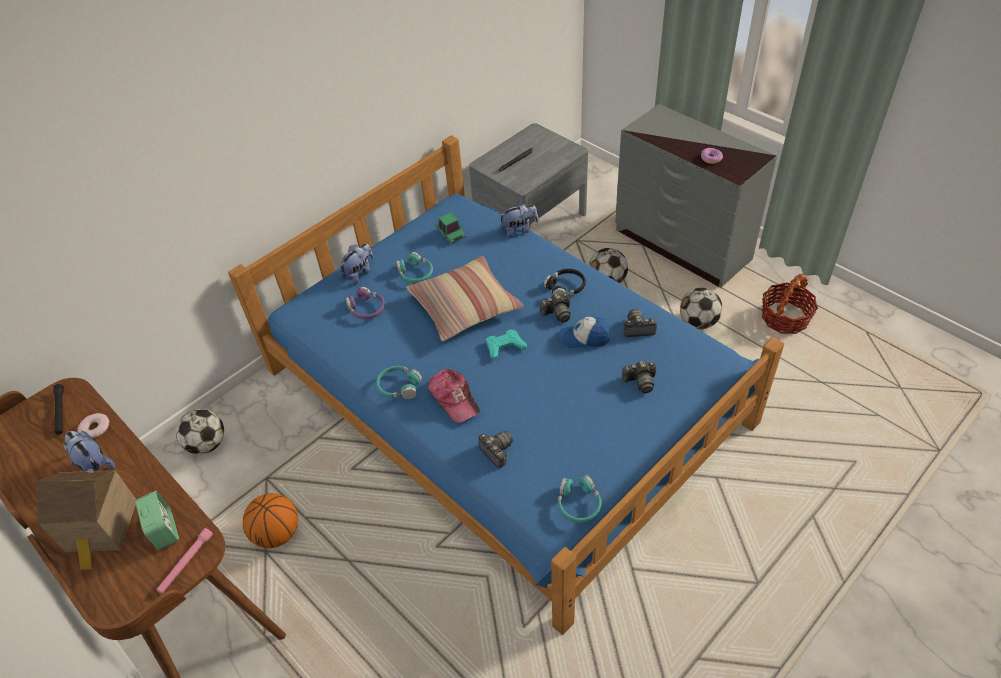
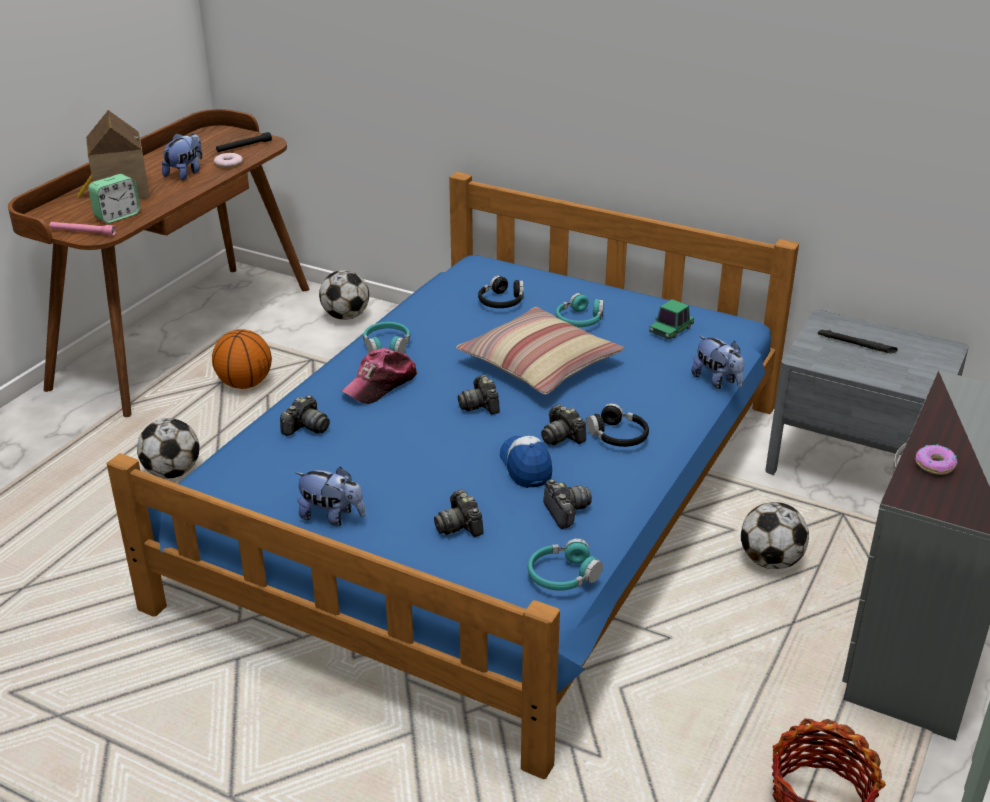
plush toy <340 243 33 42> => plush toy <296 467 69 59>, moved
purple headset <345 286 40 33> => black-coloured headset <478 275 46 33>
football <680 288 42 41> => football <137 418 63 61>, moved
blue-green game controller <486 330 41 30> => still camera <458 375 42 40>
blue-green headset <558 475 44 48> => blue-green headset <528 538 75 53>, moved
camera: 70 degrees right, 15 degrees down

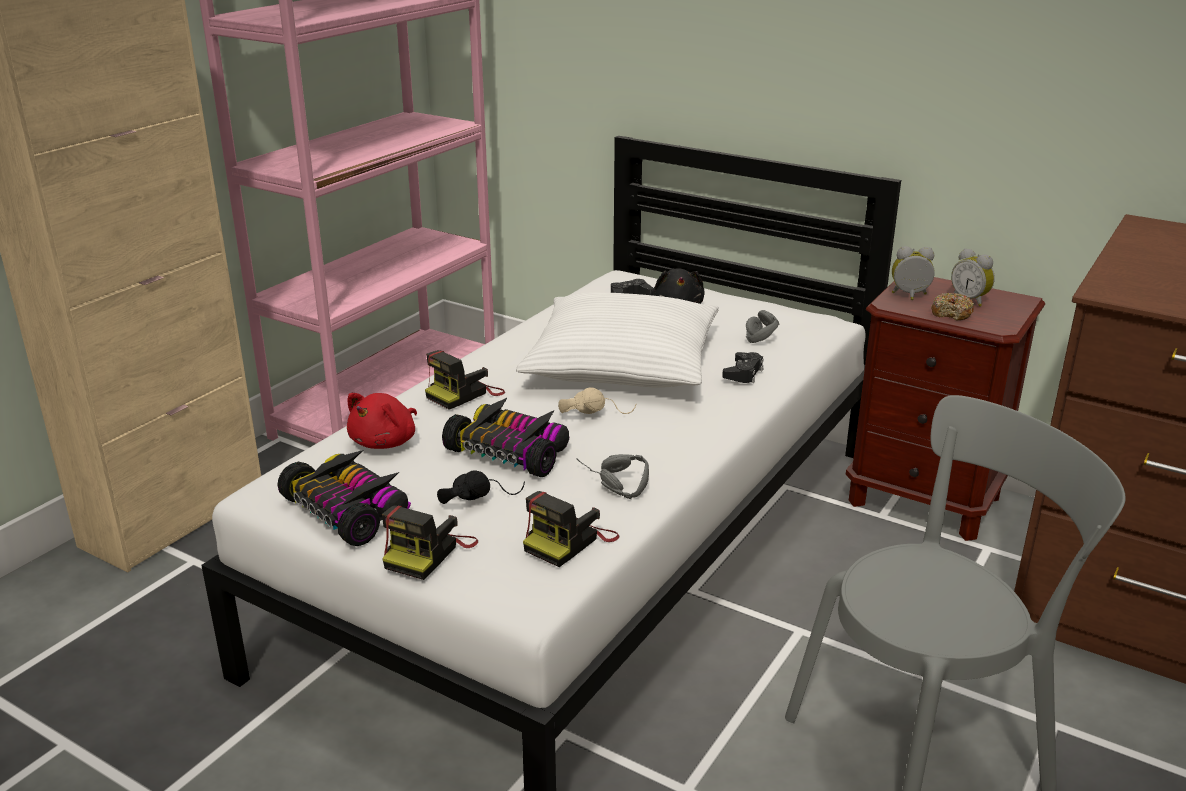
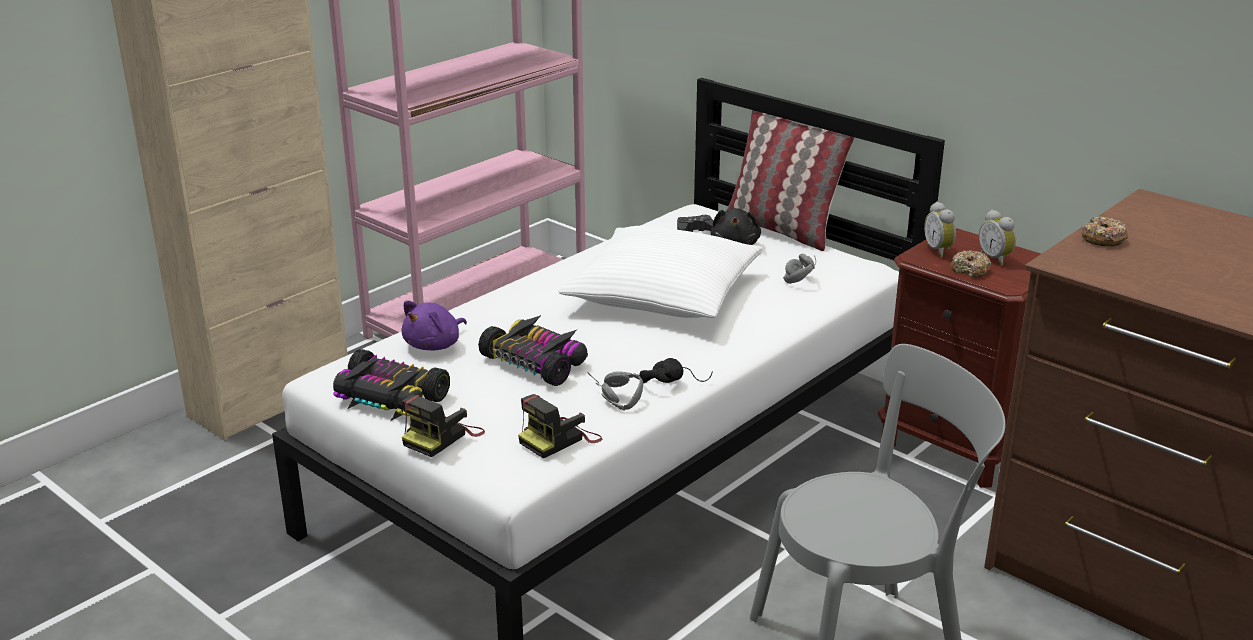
alarm clock <892 246 43 54> => alarm clock <924 202 32 55>, 120 degrees counterclockwise
still camera <425 350 80 60> => nothing
black-coloured game controller <722 352 42 31> => nothing
beige headset <558 387 78 27> => nothing
red plush toy <347 393 70 56> => purple plush toy <401 300 66 50>
model car <277 450 134 96> => model car <333 349 117 72>, 150 degrees clockwise
black-coloured headset <437 470 88 34> => black-coloured headset <639 358 73 25>, moved
nothing => throw pillow <726 110 129 141>
nothing => ring doughnut <1081 217 47 30>
camera: 10 degrees right, 0 degrees up

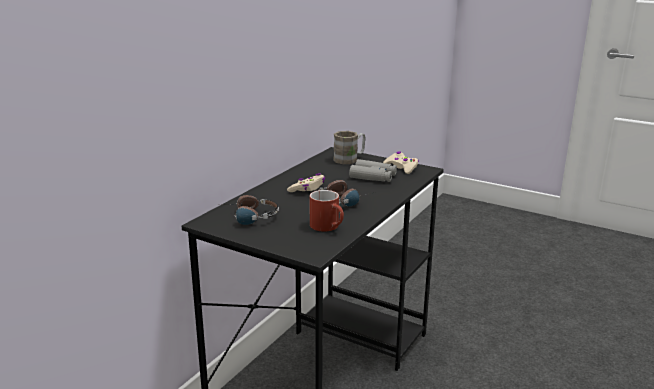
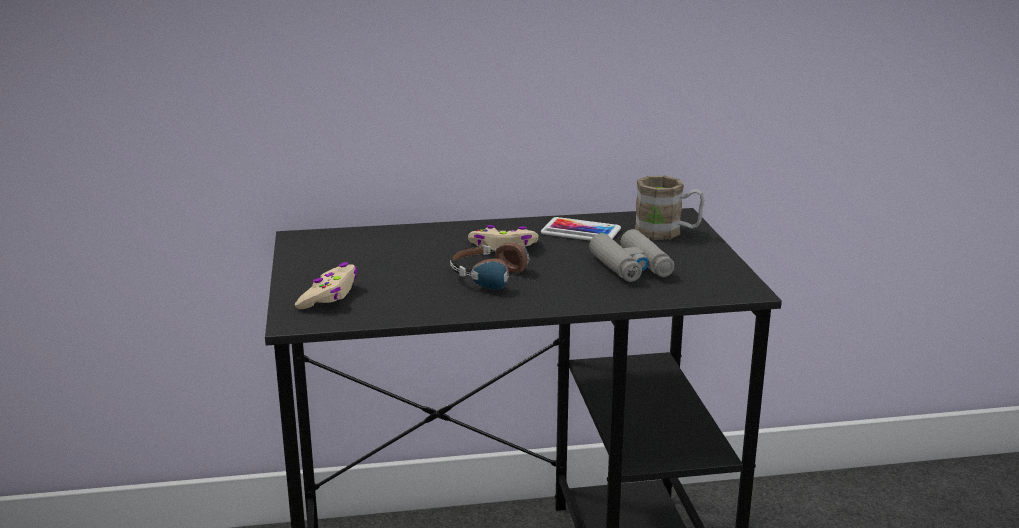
beige game controller <383 151 36 23> => beige game controller <295 262 62 47>, moved
red tea mug <310 190 34 42> => nothing
headset <223 195 56 30> => nothing
nothing => phone <541 217 80 24>
camera: 50 degrees right, 0 degrees up

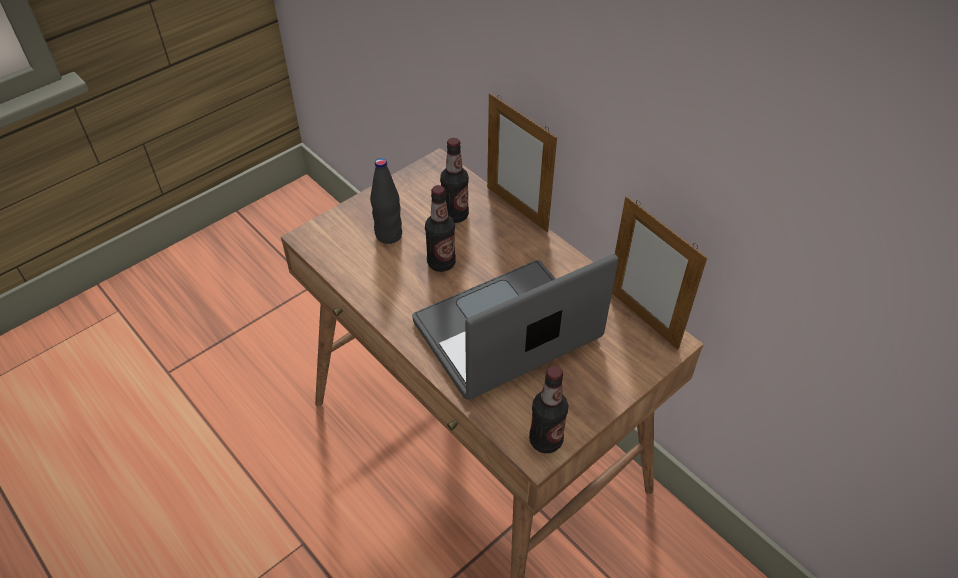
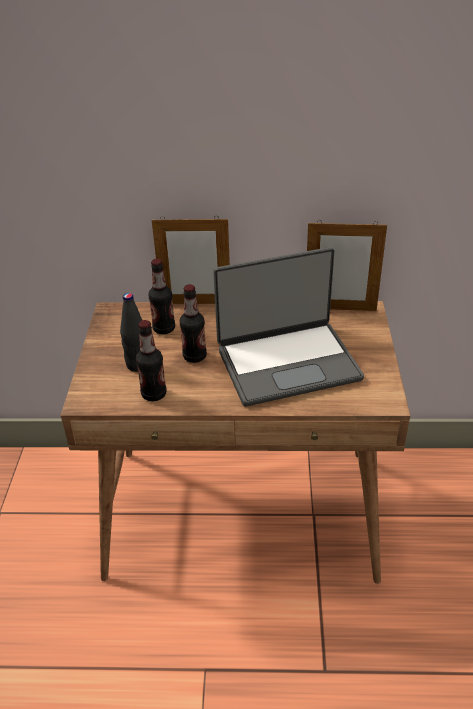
notebook computer <412 254 206 146> => notebook computer <213 247 151 159>, 120 degrees counterclockwise
drink bottle <529 366 39 87> => drink bottle <136 320 31 81>, moved
camera: 45 degrees left, 10 degrees down

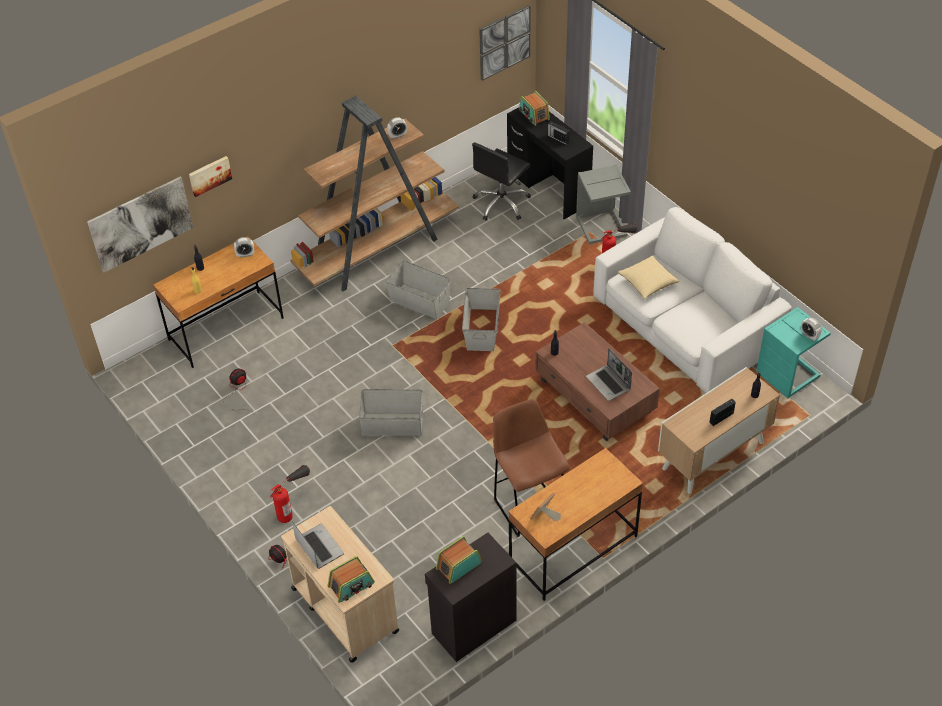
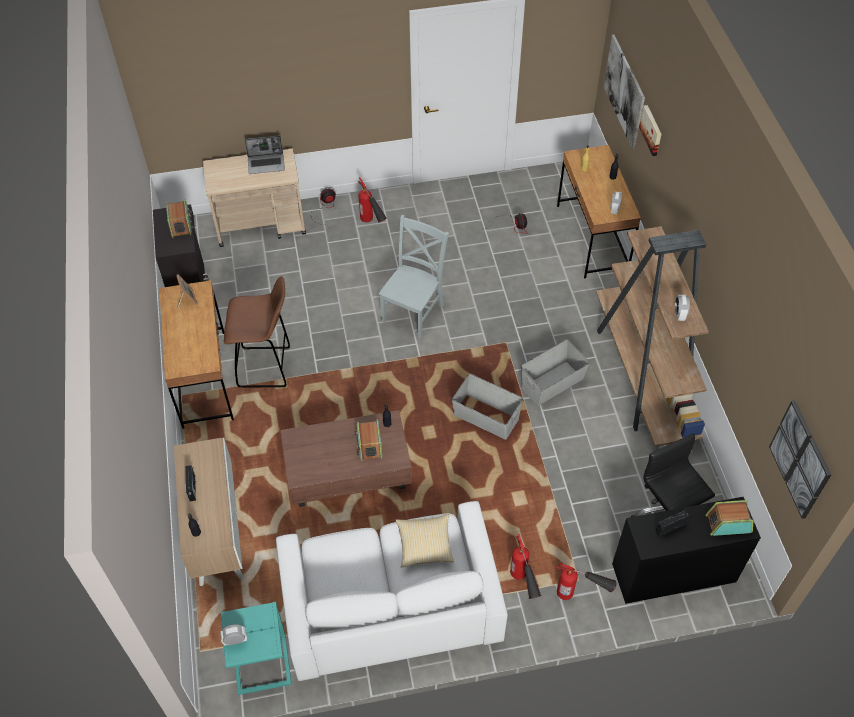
grey accent table <576 164 55 80> => fire extinguisher <555 563 62 37>
notebook computer <586 348 46 53> => nothing
grey storage container <359 389 64 47> => grey upright chair <379 215 70 123>
radio <328 556 47 47> => radio <354 419 28 42>, moved
camera: 115 degrees right, 5 degrees up

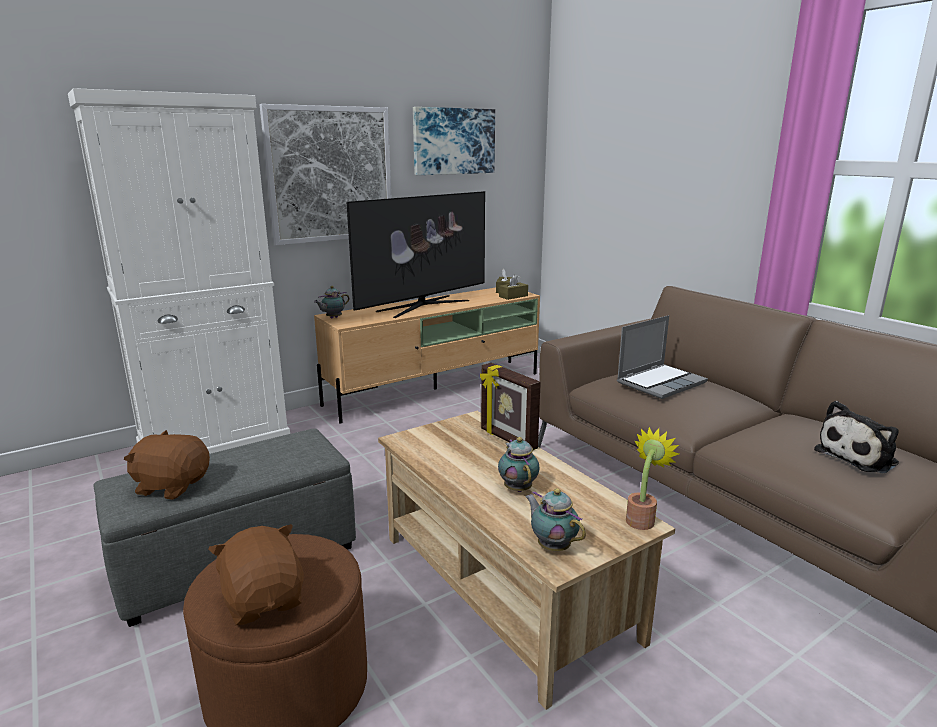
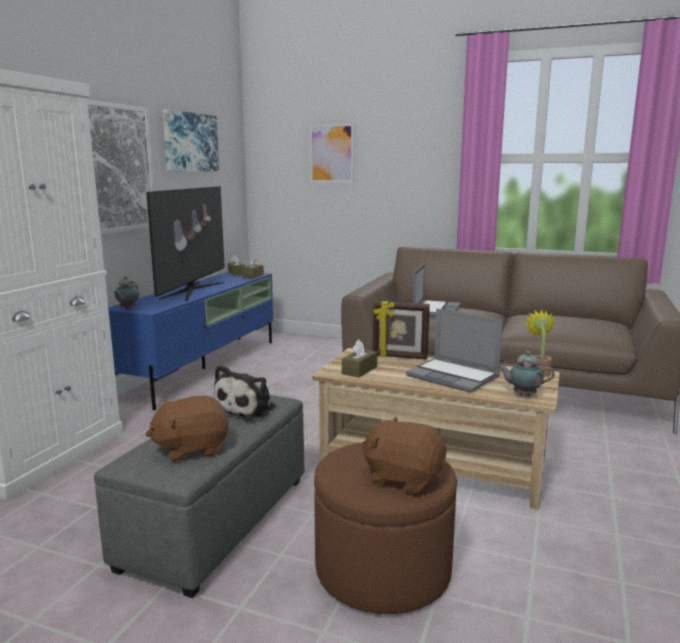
beige tv unit <314 288 226 136> => blue-coloured tv unit <108 272 165 138>
plush toy <814 401 85 73> => plush toy <214 365 62 55>, moved
teapot <498 437 42 55> => notebook computer <406 309 97 84>
nothing => wall art <309 123 45 60>
nothing => brown-coloured tissue box <342 339 35 39>
camera: 35 degrees left, 5 degrees down

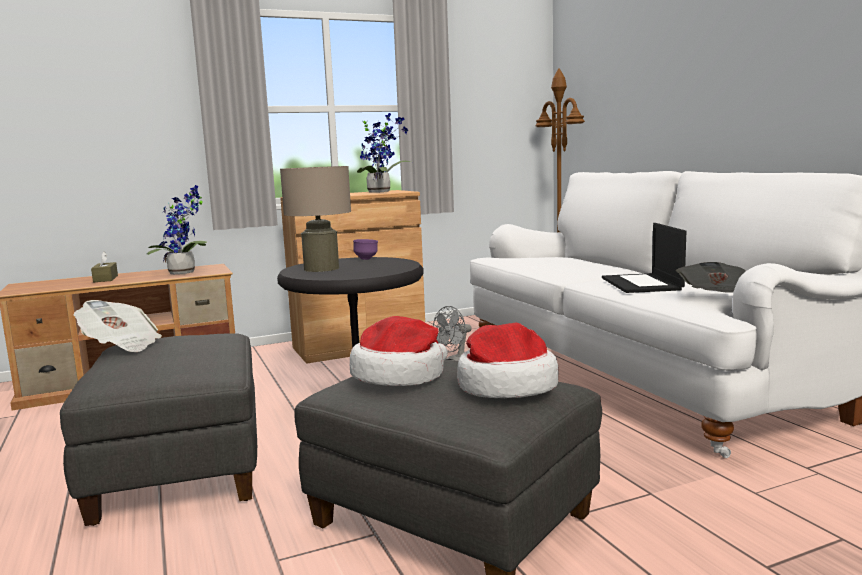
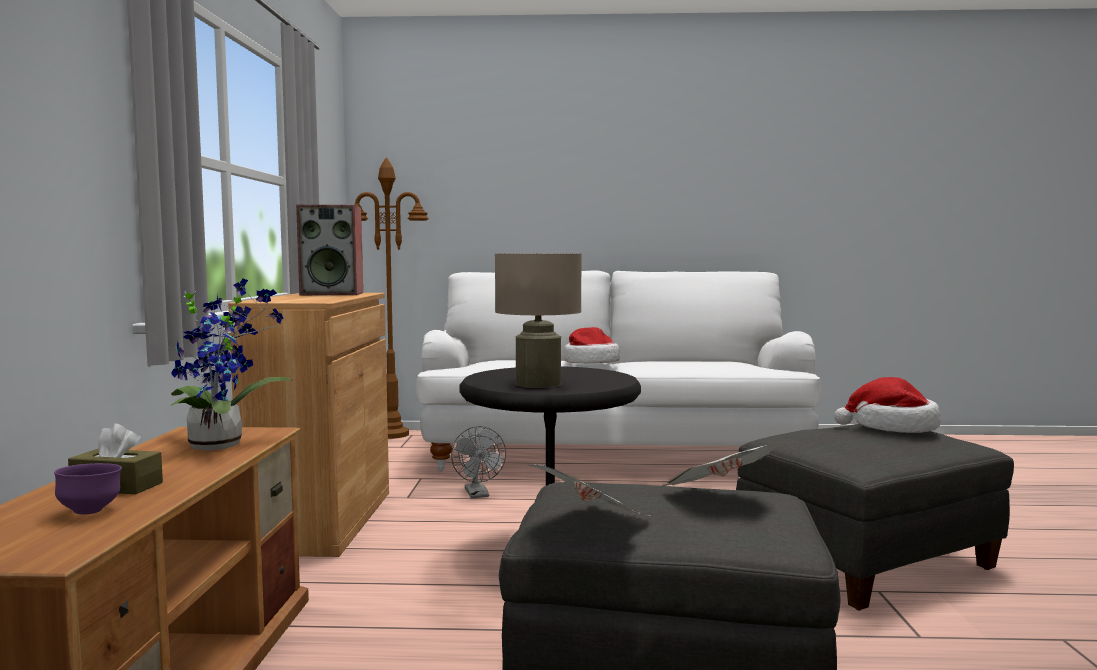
plant in a pot <357 113 54 79> => speaker <296 205 67 90>
notebook computer <602 223 84 70> => nothing
purple deep dish <353 239 25 21> => purple deep dish <54 463 68 51>, moved
newspaper <676 262 70 31> => newspaper <662 445 115 41>, moved
clothing hat <350 316 98 70> => clothing hat <564 327 56 37>, moved
camera: 65 degrees left, 5 degrees down

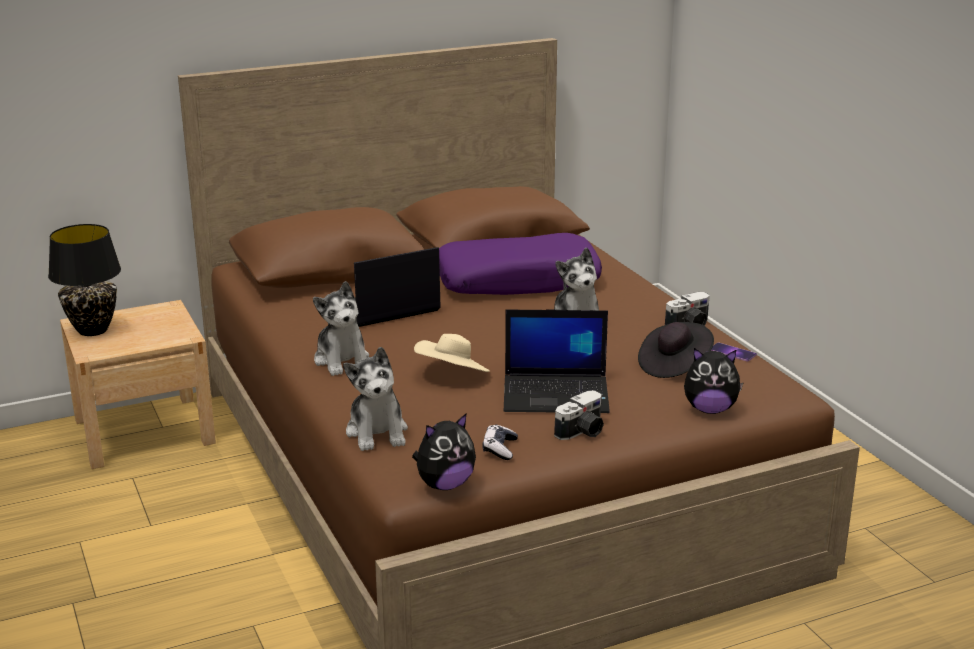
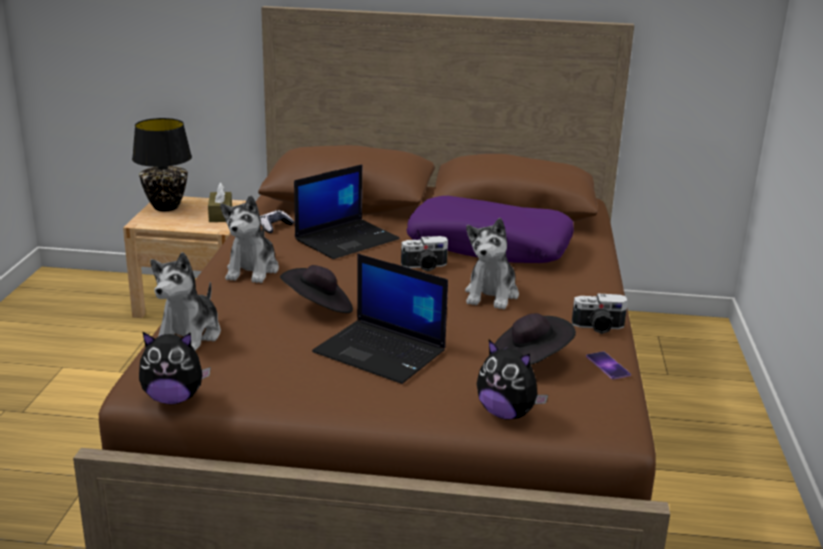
notebook computer <354 247 87 80> => notebook computer <294 164 106 95>, 135 degrees clockwise
beige clothing hat <414 334 76 38> => black-coloured clothing hat <280 265 73 48>
still camera <554 391 50 49> => still camera <401 236 47 36>, moved
game controller <482 424 36 36> => game controller <260 210 34 23>, moved
nothing => brown-coloured tissue box <208 183 24 39>
camera: 30 degrees right, 0 degrees up

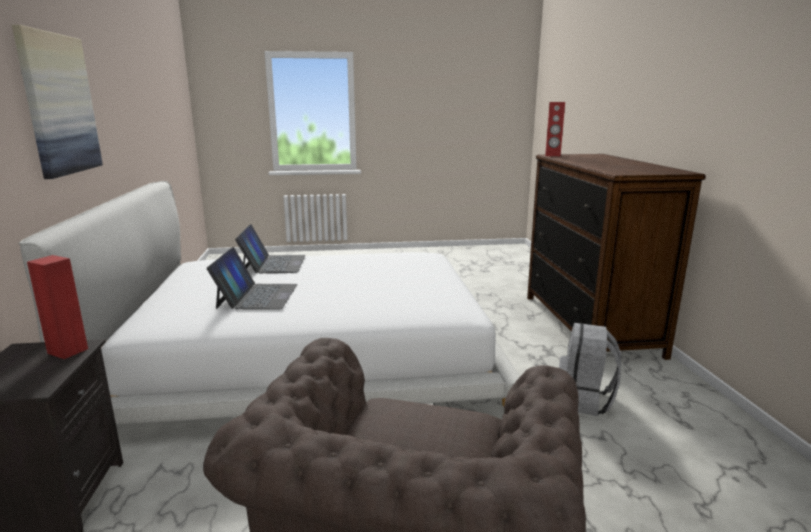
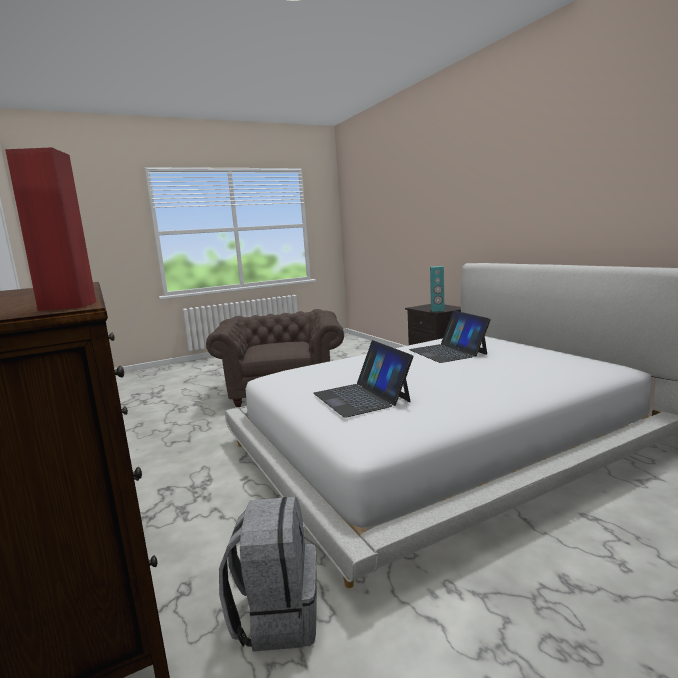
wall art <12 25 91 154> => nothing
notebook computer <235 224 71 49> => notebook computer <313 340 100 78>, moved
red speaker <27 255 61 104> => blue-green speaker <430 266 15 46>
grey knapsack <559 323 62 93> => grey knapsack <219 497 98 155>, moved
camera: 160 degrees right, 5 degrees down

